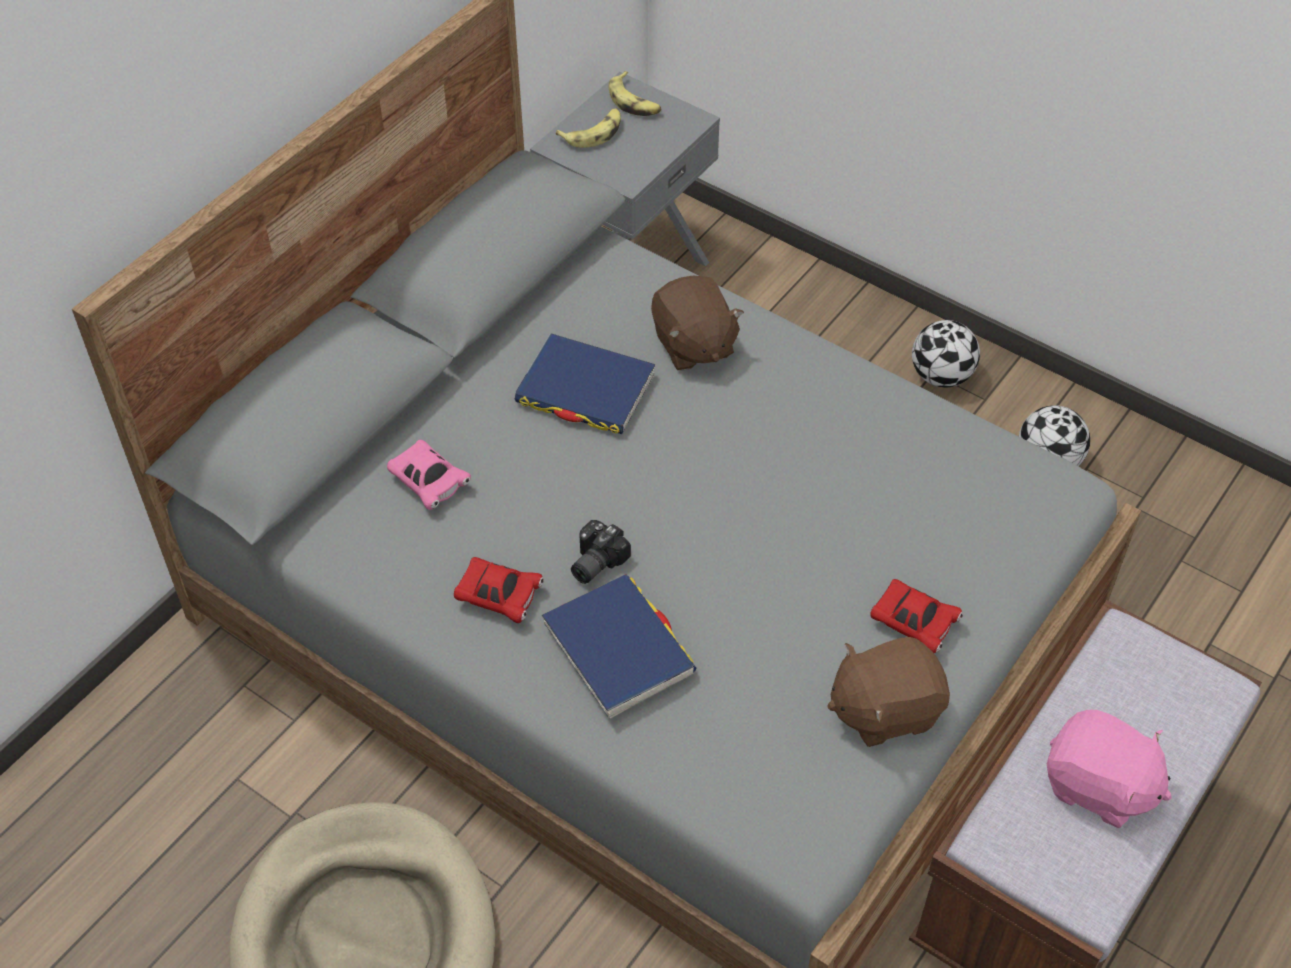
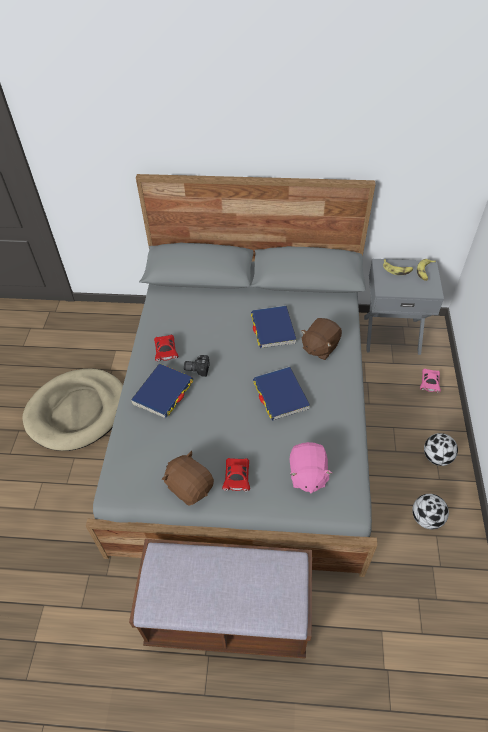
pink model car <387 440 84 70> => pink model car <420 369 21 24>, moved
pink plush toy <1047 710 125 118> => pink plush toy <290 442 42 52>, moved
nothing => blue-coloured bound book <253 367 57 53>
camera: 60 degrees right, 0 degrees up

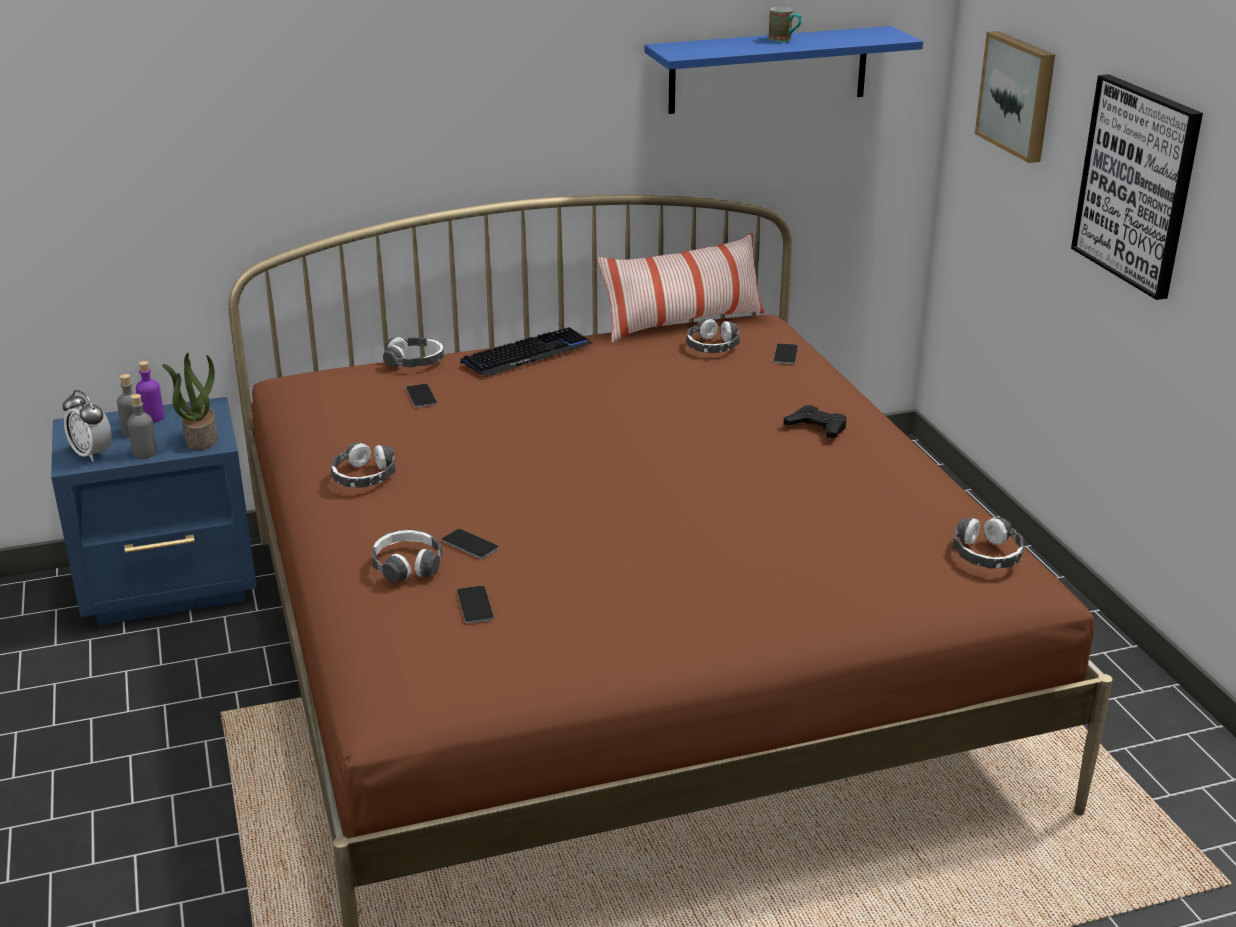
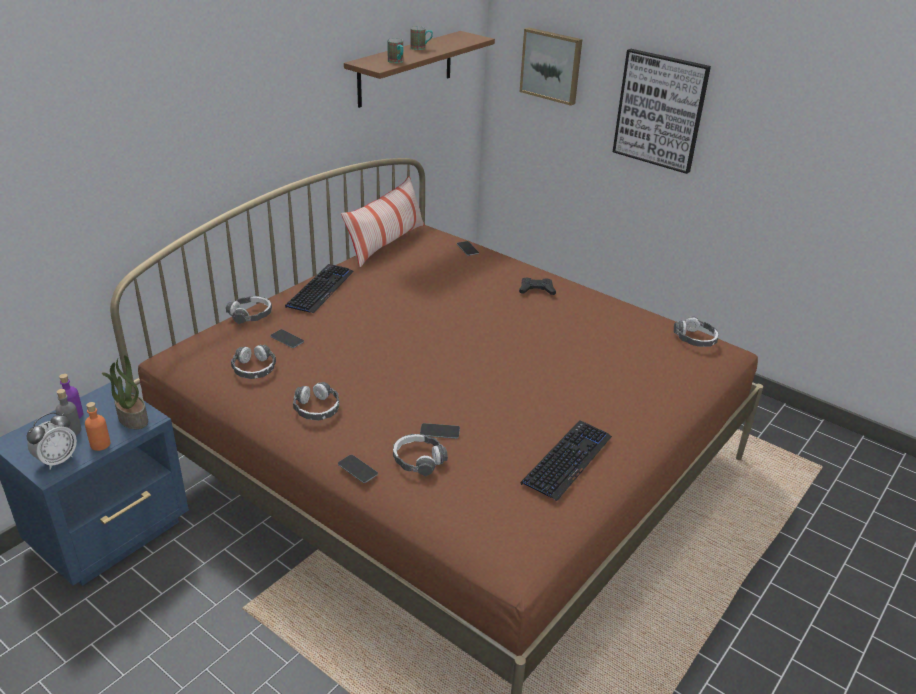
blue-coloured shelf <644 26 279 88> => brown-coloured shelf <344 31 151 77>
headset <686 319 54 34> => headset <231 345 45 34>, moved
alarm clock <63 390 49 72> => alarm clock <27 412 50 58>, 60 degrees counterclockwise
grey drink bottle <127 394 30 65> => orange drink bottle <85 402 26 49>
phone <457 586 37 37> => phone <338 455 40 28>, moved
nothing => tea mug <387 38 17 25>
nothing => keyboard <521 420 91 81>
camera: 35 degrees left, 5 degrees up

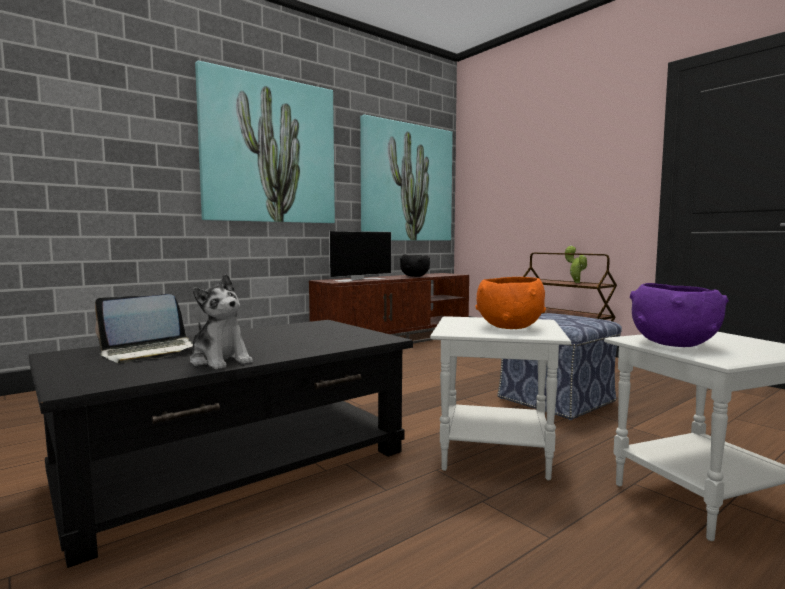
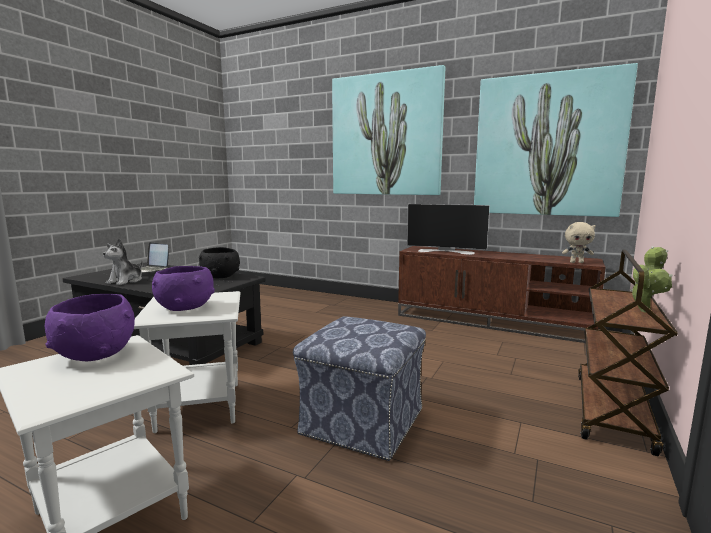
black-coloured deep dish <400 254 30 23> => black-coloured deep dish <199 247 41 31>, moved
orange deep dish <476 277 70 52> => purple deep dish <152 266 63 45>
nothing => beige plush toy <562 222 34 41>
camera: 65 degrees right, 5 degrees up

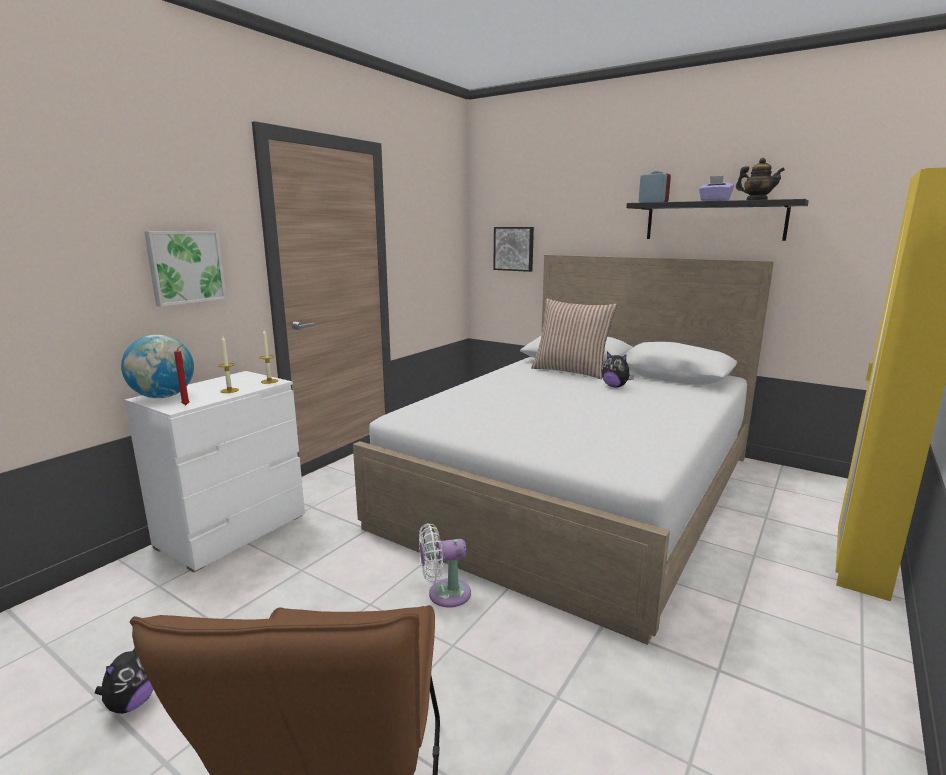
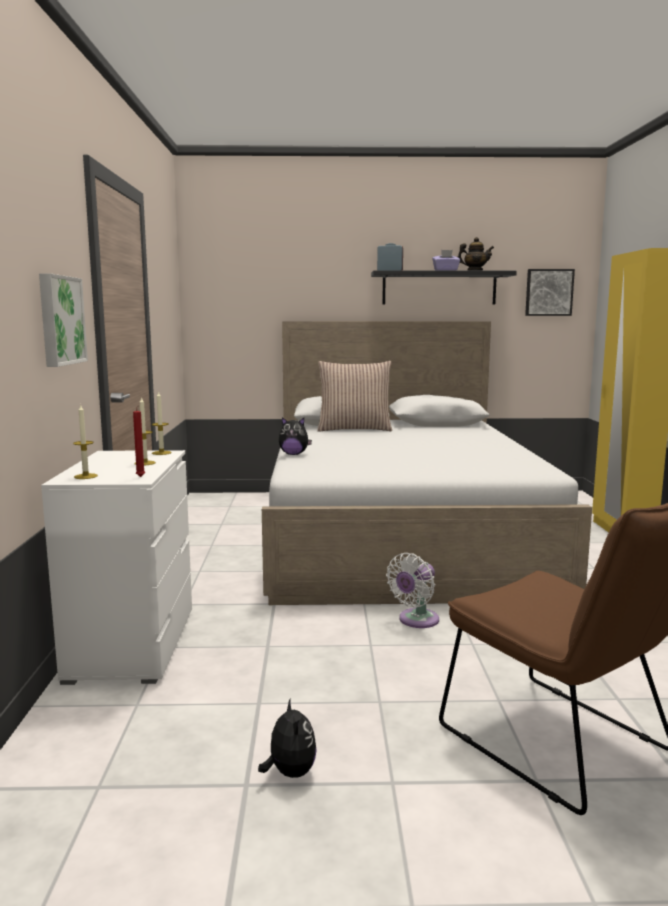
wall art <493 227 41 45> => wall art <525 269 50 47>, moved
world globe <121 335 73 63> => candle <73 405 25 74>
plush toy <602 352 32 35> => plush toy <279 417 33 38>, moved
camera: 35 degrees left, 5 degrees down

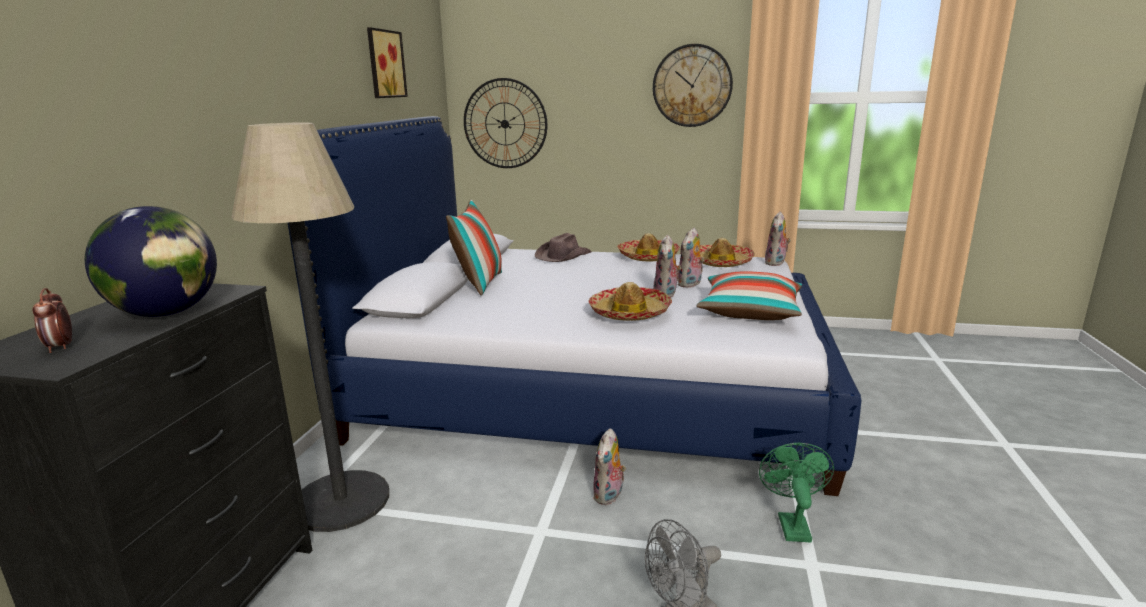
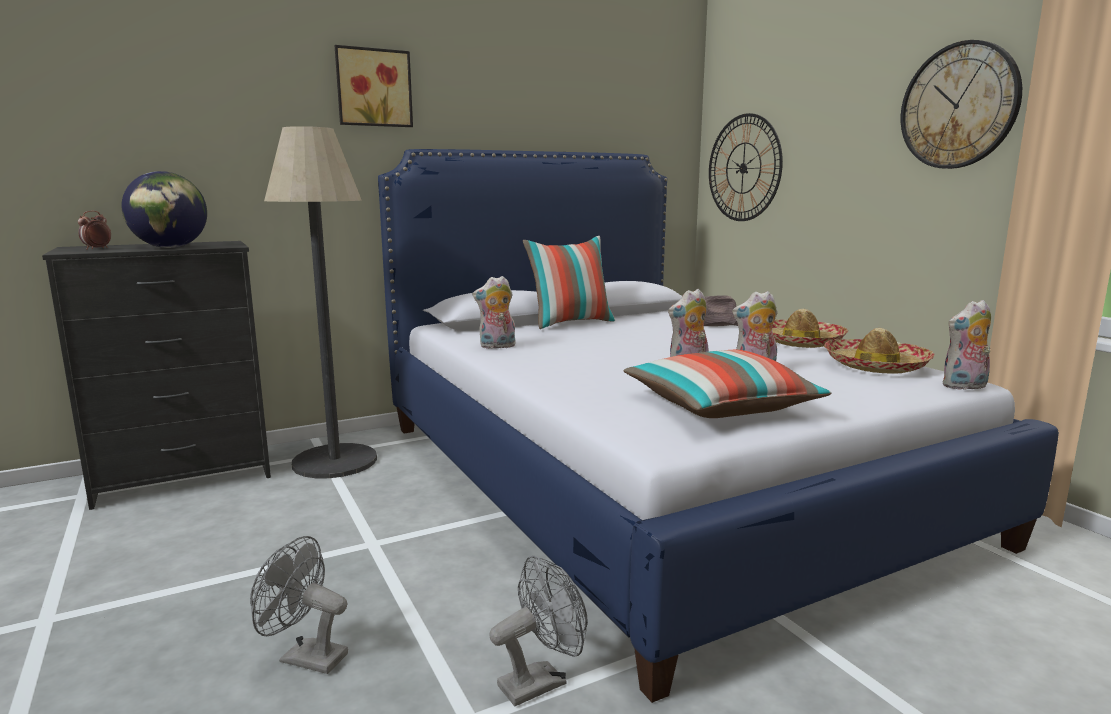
wall art <367 27 41 71> => wall art <335 45 78 82>, moved
clothing hat <589 282 83 39> => nothing
plush toy <593 428 33 77> => plush toy <472 276 44 73>, moved
greenish fan <759 443 75 99> => grey fan <489 556 99 150>
camera: 50 degrees right, 5 degrees down

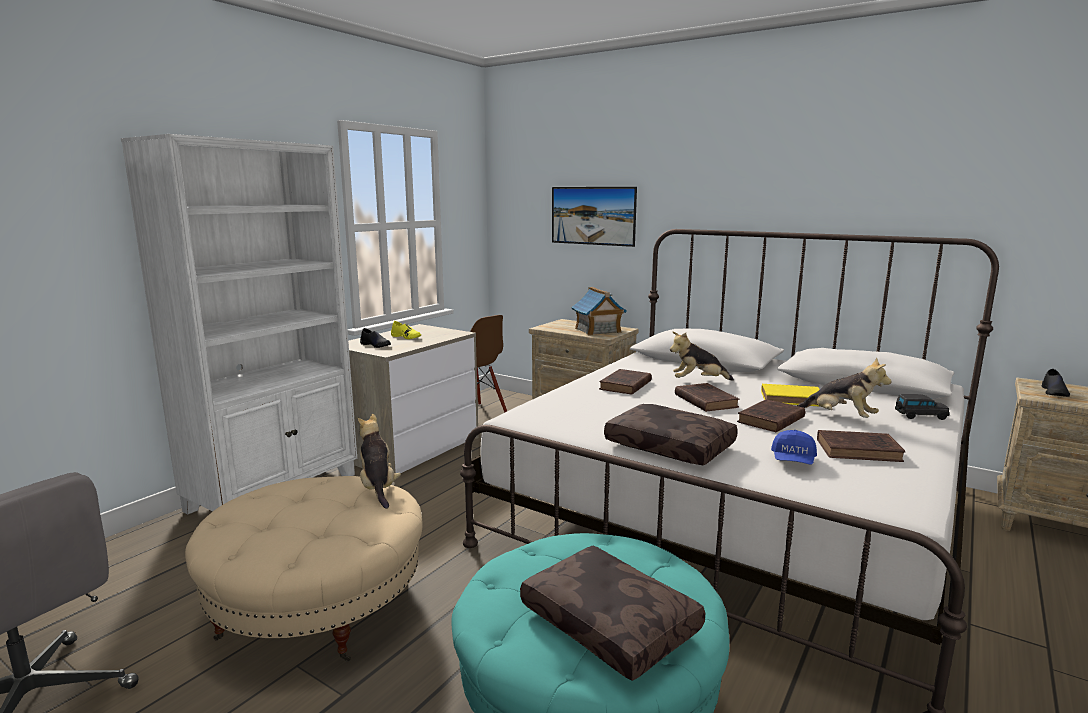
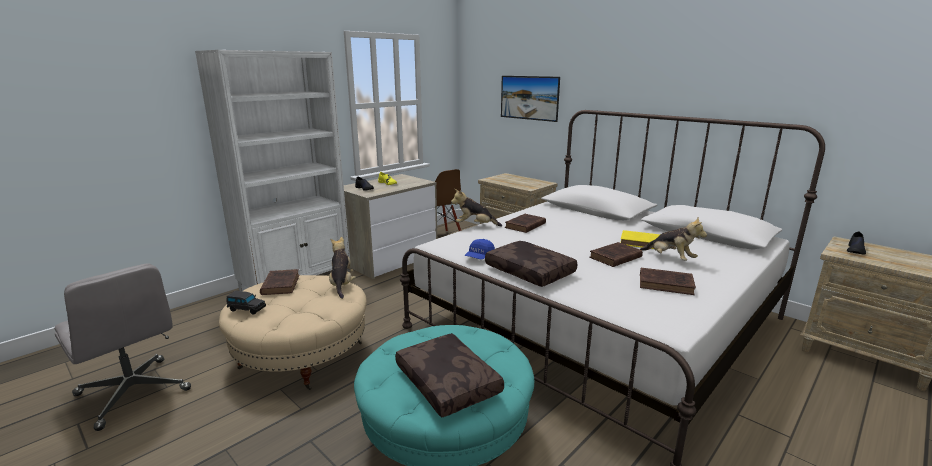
miniature house <571 287 56 49> => nothing
plush toy <670 331 64 50> => plush toy <451 189 51 38>, moved
brown-coloured bound book <675 383 64 29> => brown-coloured bound book <260 269 39 26>, moved
black-coloured model car <895 394 55 26> => black-coloured model car <227 291 39 24>, moved
blue-coloured peaked cap <771 430 46 35> => blue-coloured peaked cap <464 239 31 21>, moved
camera: 10 degrees right, 5 degrees up

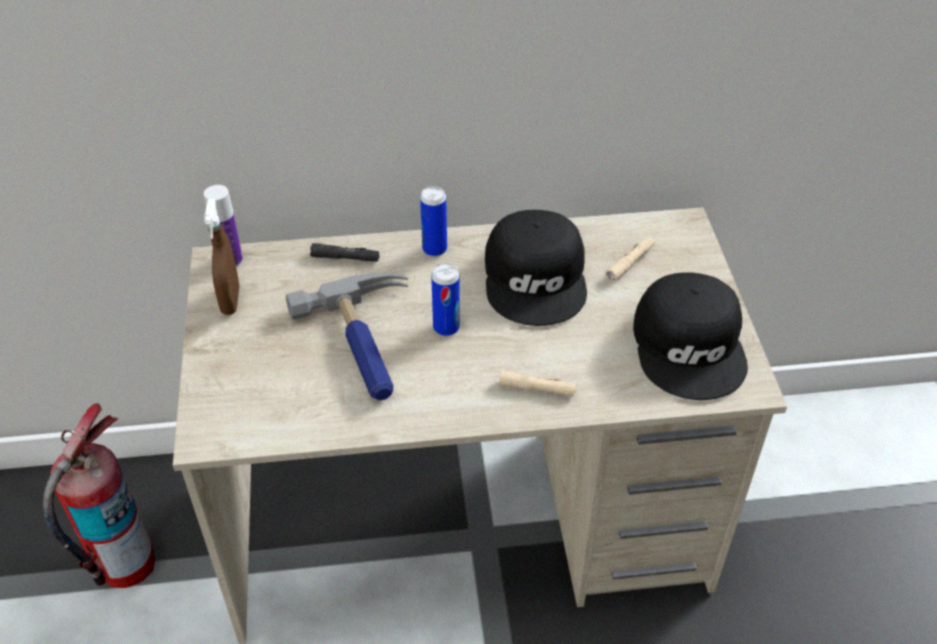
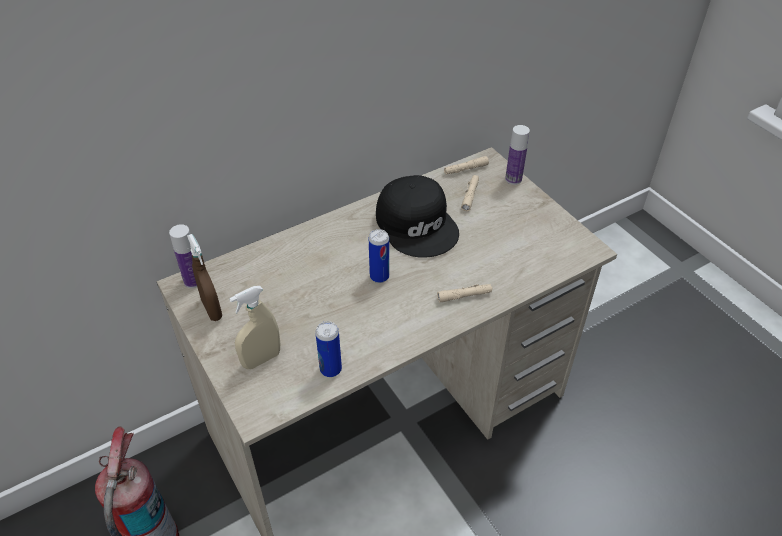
can <420 186 27 71> => can <315 321 27 56>, moved
black-coloured hand torch <310 243 70 19> => nothing
black-coloured peaked cap <633 272 115 128> => nothing
hand hammer <286 273 122 127> => nothing
nothing => drink bottle <505 125 25 60>
nothing => beige hand torch <444 156 45 19>
nothing => beige hand sprayer <229 286 51 83>
camera: 25 degrees left, 0 degrees up

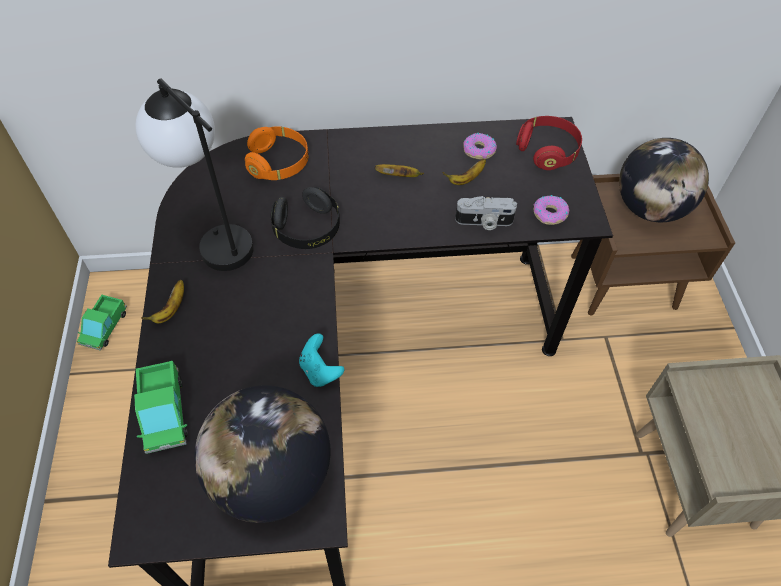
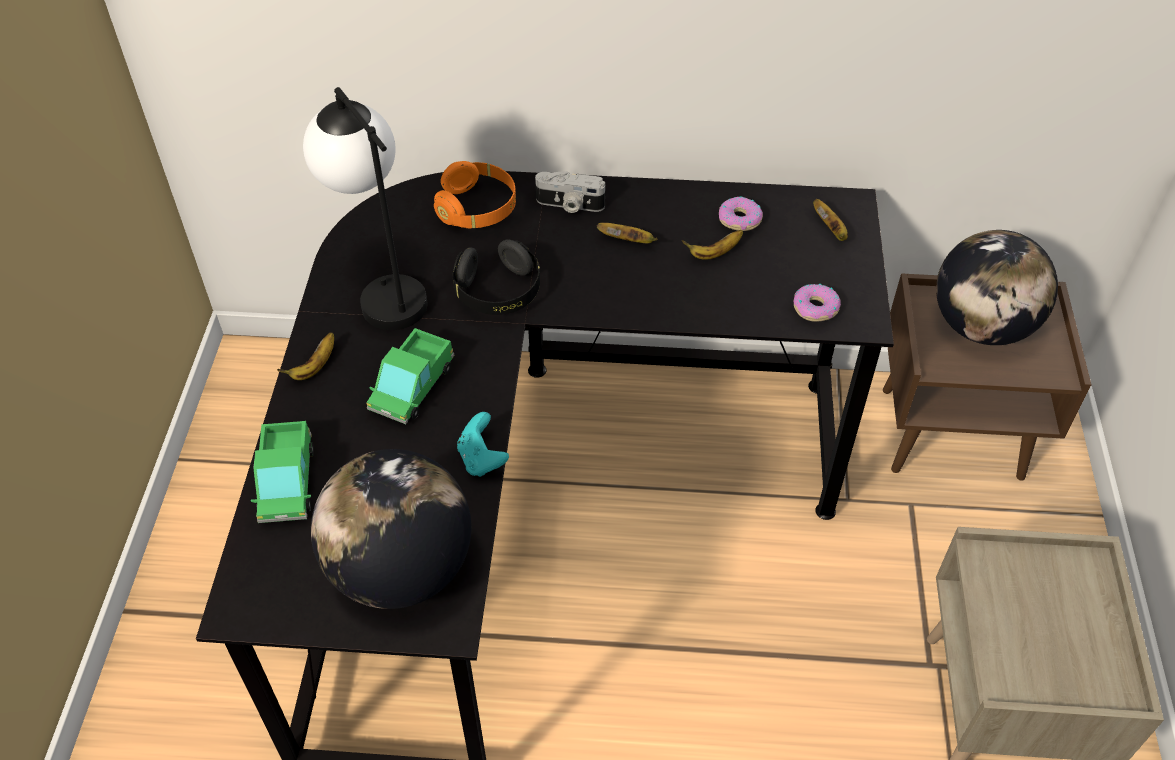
red headset <516 116 66 54> => banana <813 199 35 42>
still camera <455 196 62 34> => still camera <535 171 70 42>, moved
toy lorry <77 295 50 56> => toy lorry <366 328 88 96>, moved
camera: 10 degrees right, 5 degrees down

